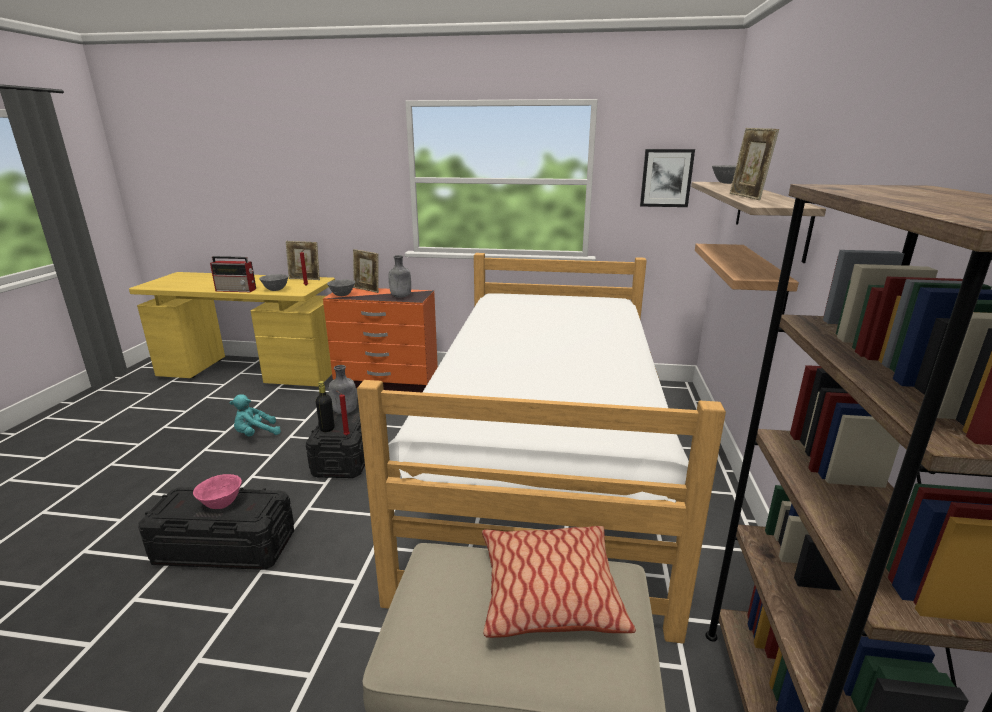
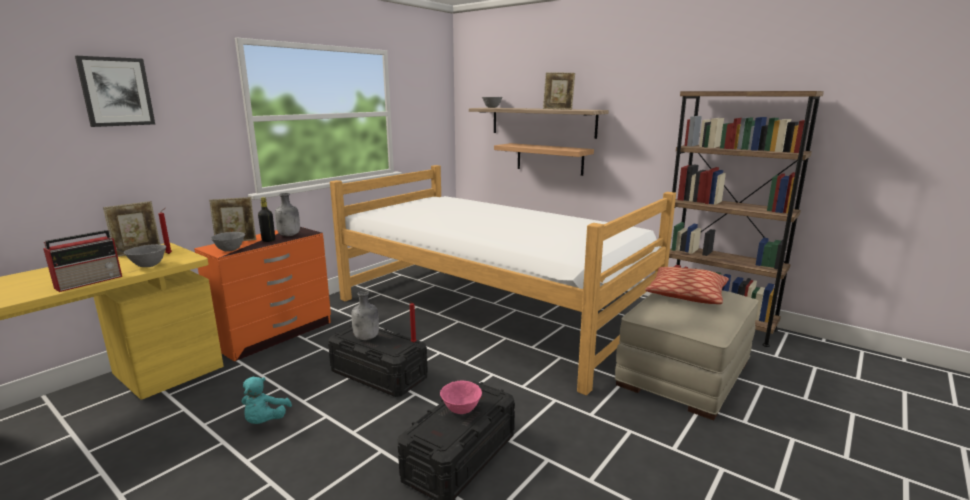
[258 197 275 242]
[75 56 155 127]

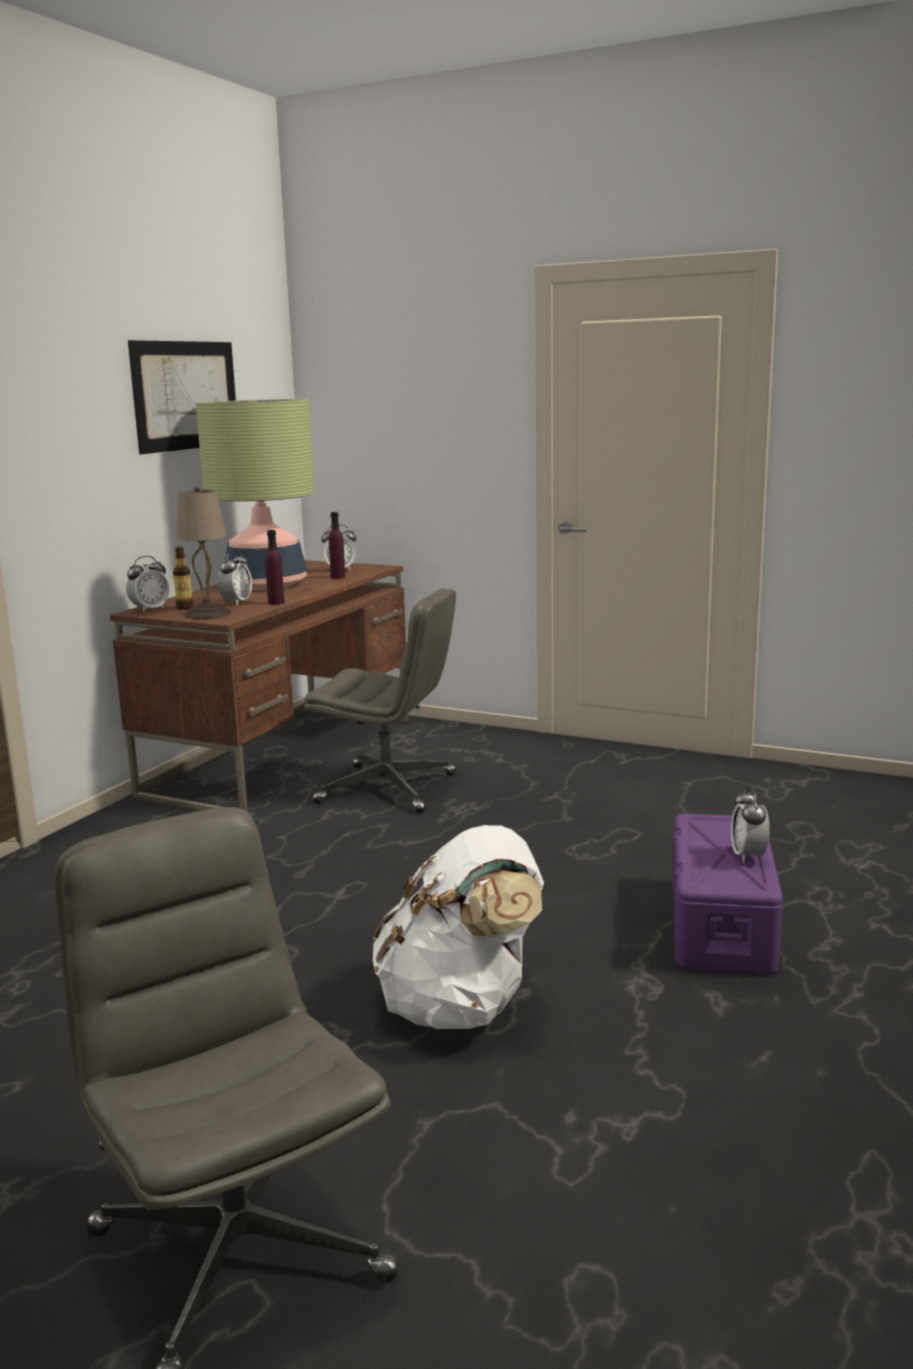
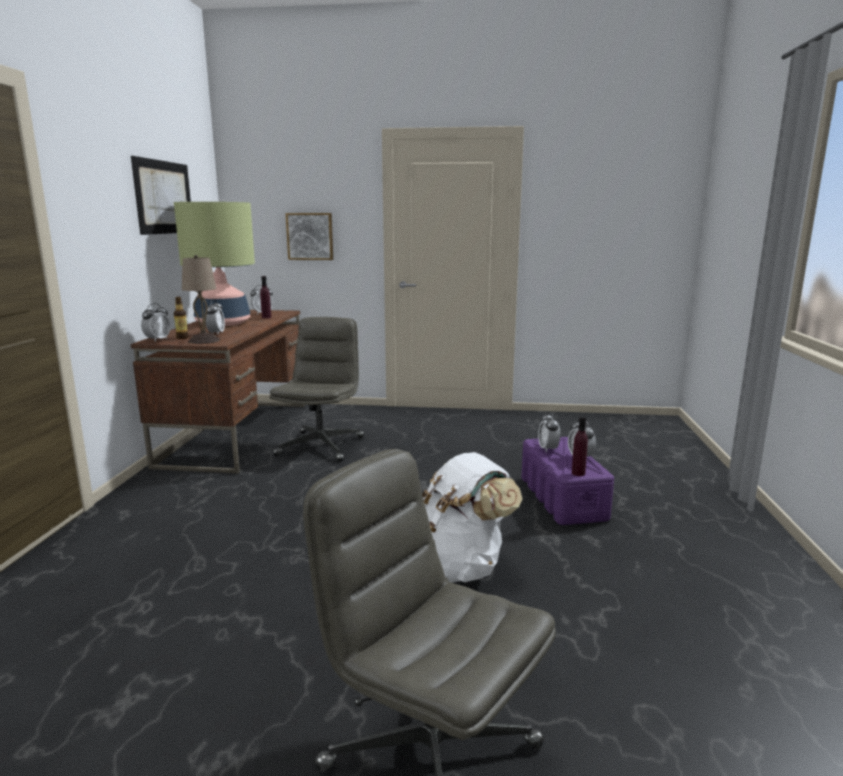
[286 213 333 260]
[538 411 560 452]
[572 416 588 476]
[269 317 364 462]

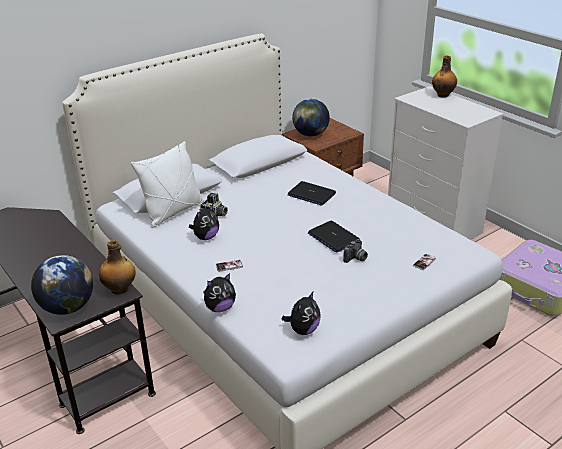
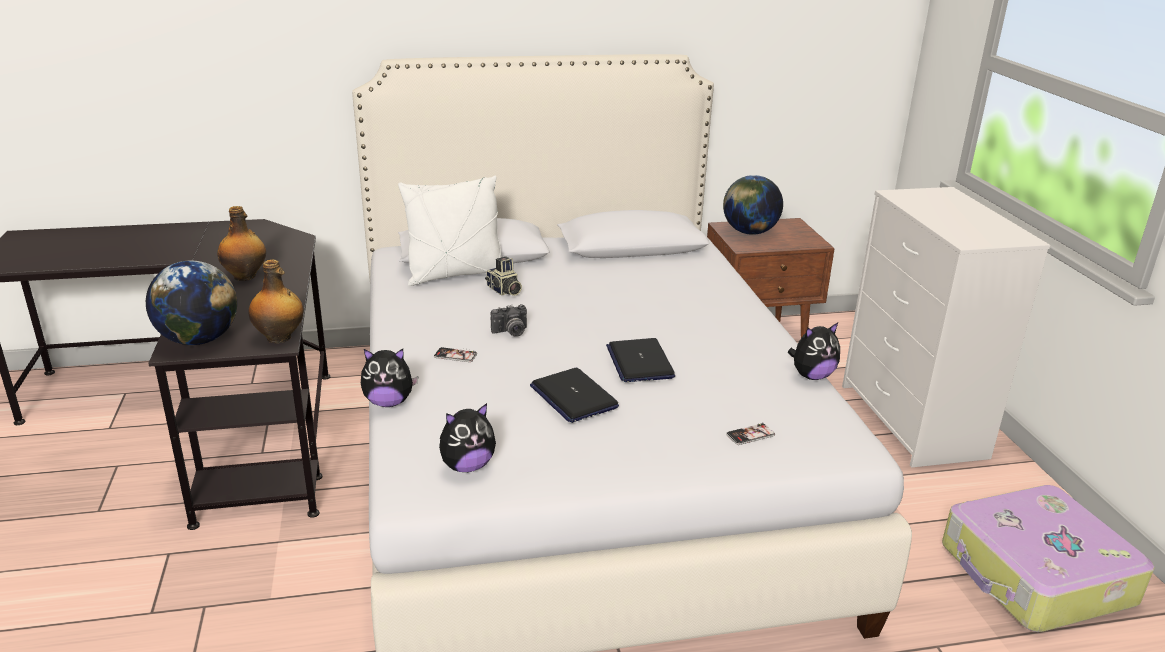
[788 323 840 380]
[530 368 619 423]
[491 304 527 337]
[217 206 266 281]

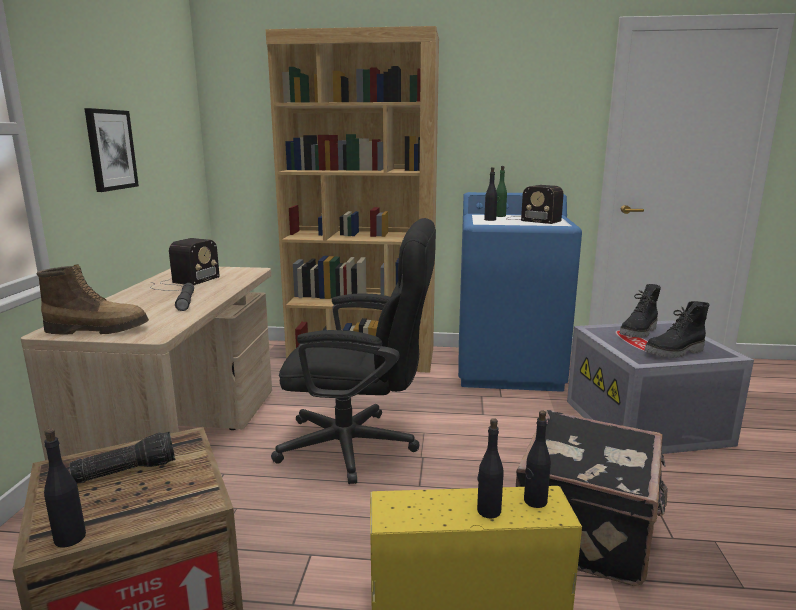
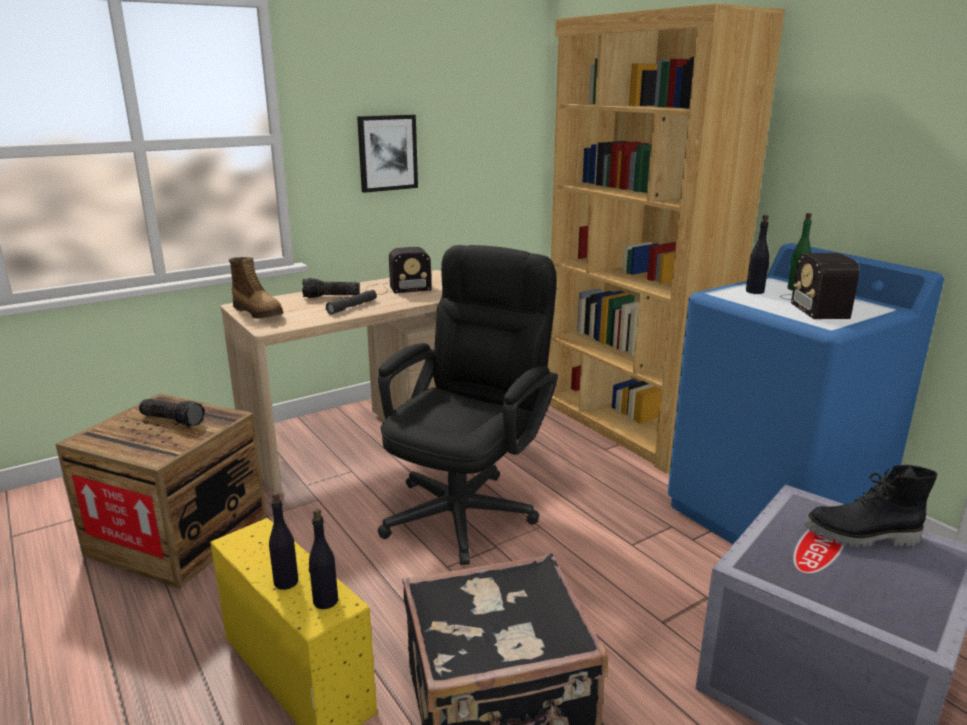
[44 428 86 548] (first image)
[644 301 710 358] (first image)
[302 278 360 298]
[378 245 558 565]

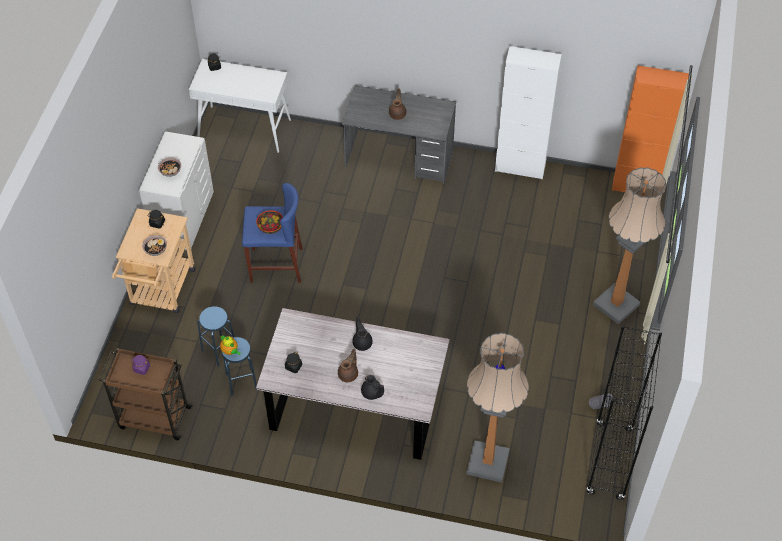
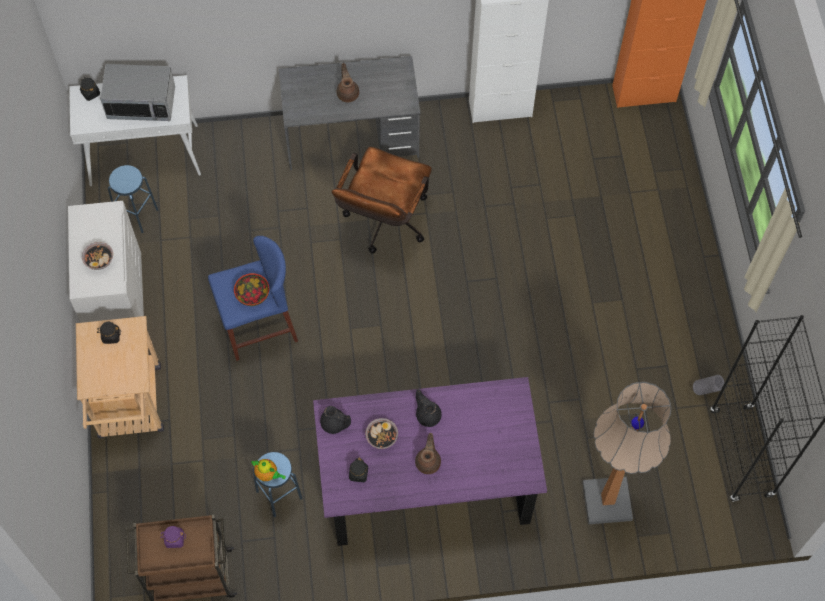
[593 167 666 324] (first image)
[100 64 175 121]
[332 147 432 253]
[365 418 398 449]
[108 165 158 233]
[320 406 351 434]
[313 377 547 546]

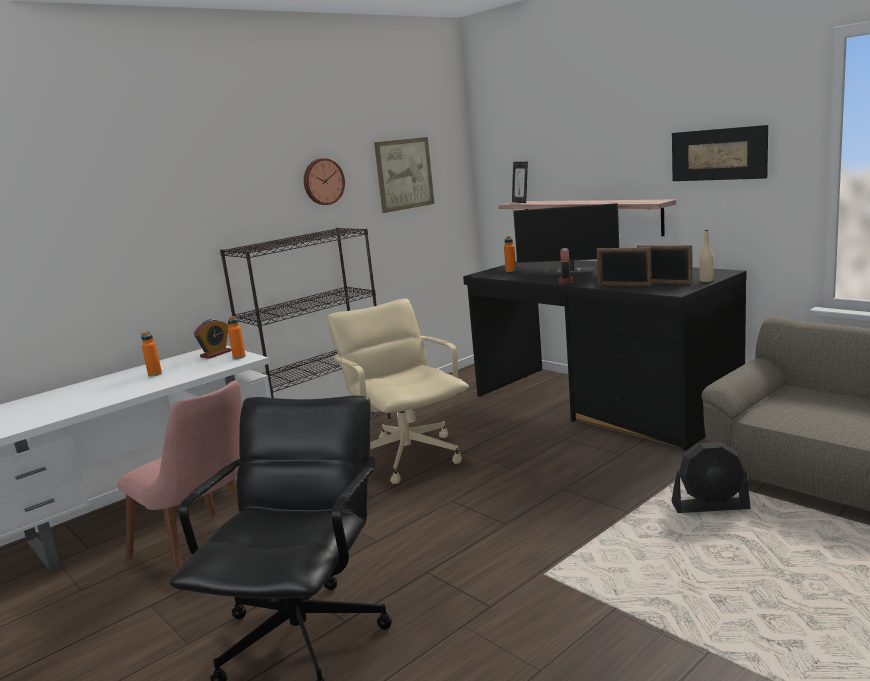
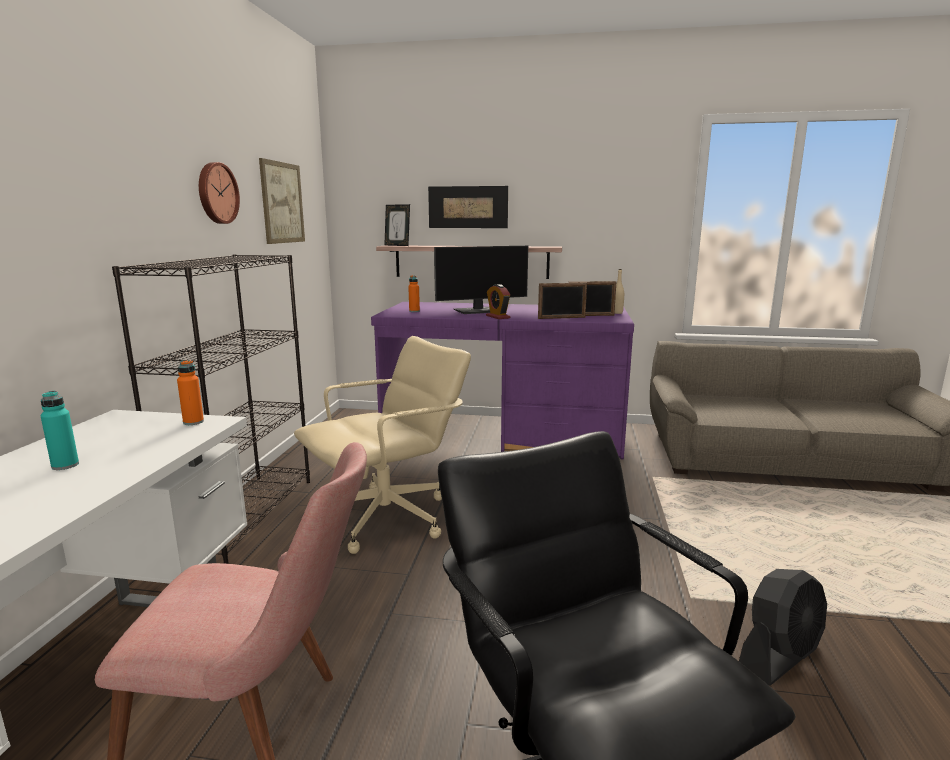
[194 319 232 359] (first image)
[739 569 827 686]
[428 186 508 228]
[41 391 79 470]
[371 302 634 460]
[294 336 471 554]

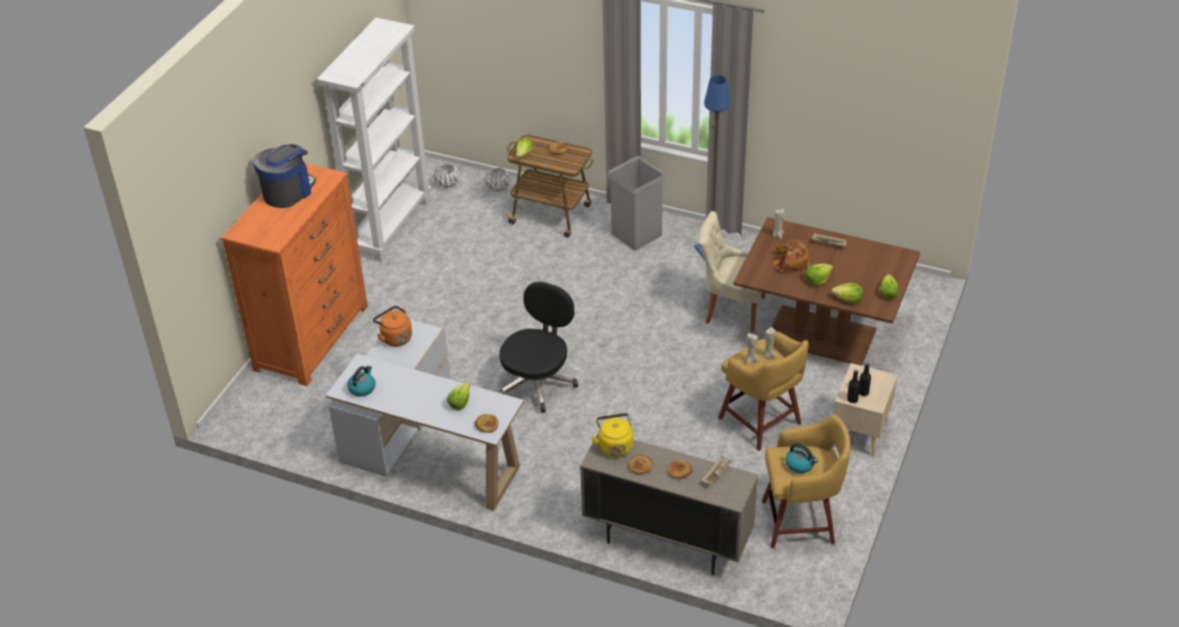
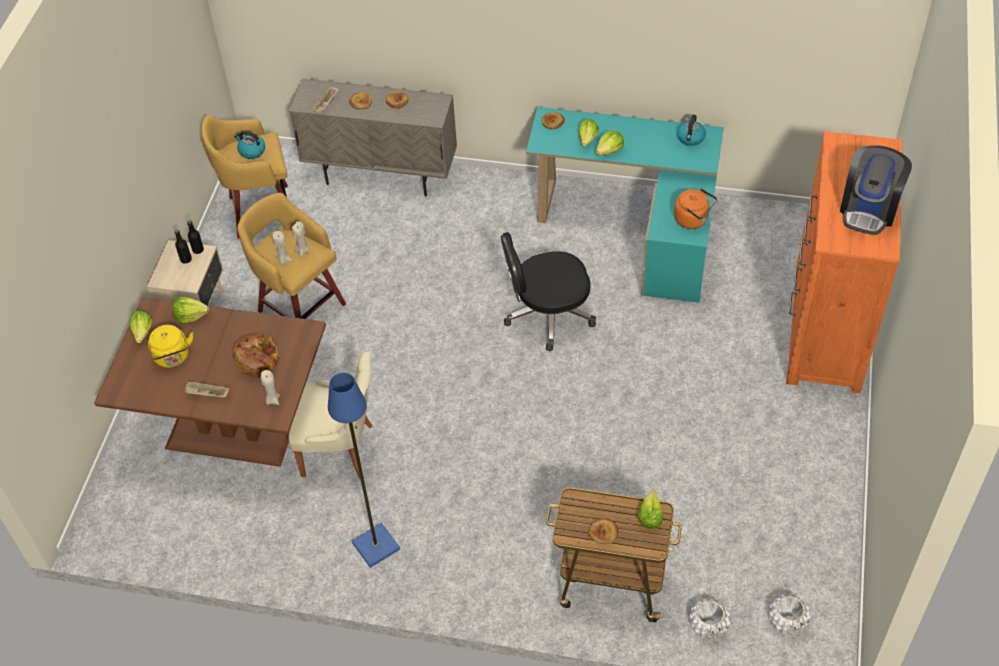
[317 18 431 262] (first image)
[607 156 666 251] (first image)
[148 325 193 368]
[596 131 624 155]
[526 107 724 303]
[501 232 596 351]

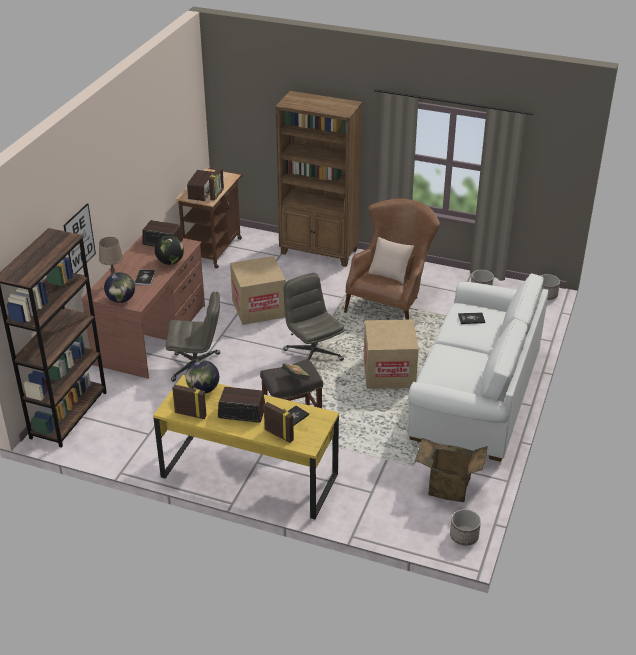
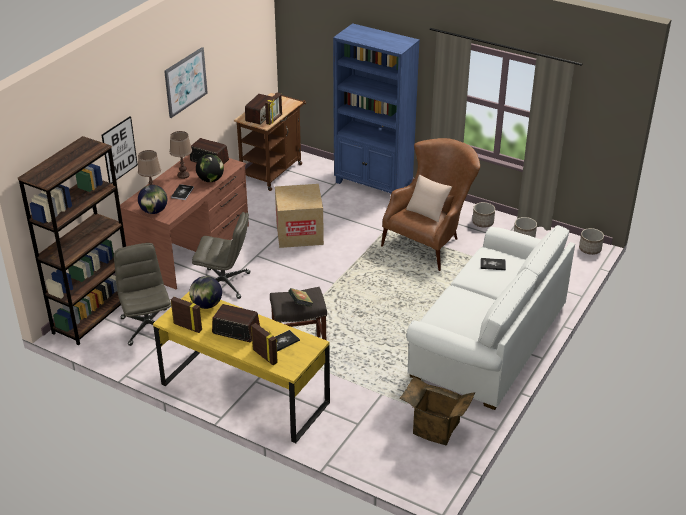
[364 319 419 389] (first image)
[164 47 208 118]
[170 131 192 179]
[114 243 171 346]
[472 202 495 228]
[333 23 420 194]

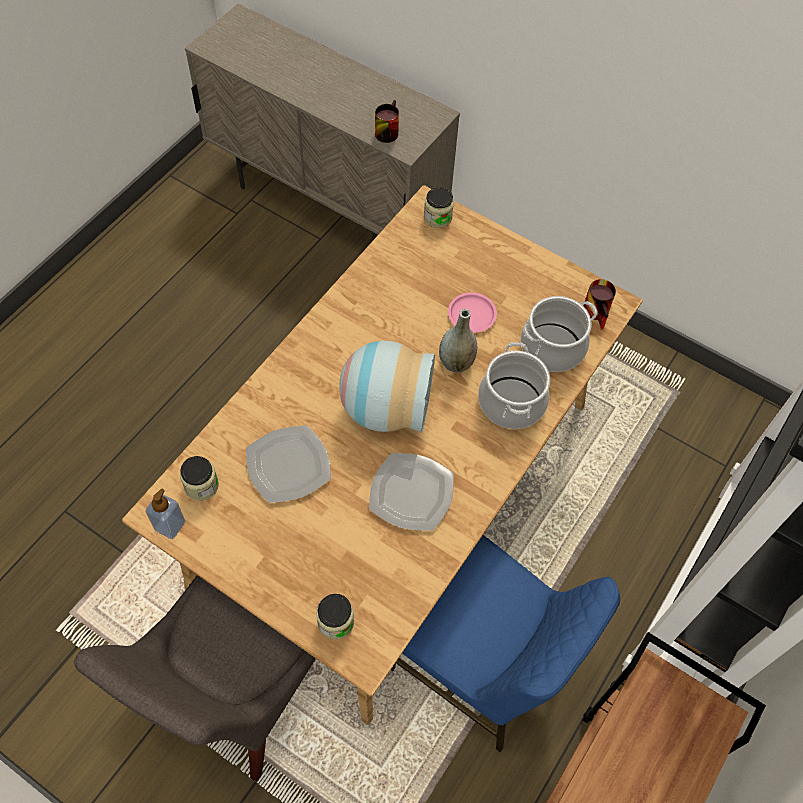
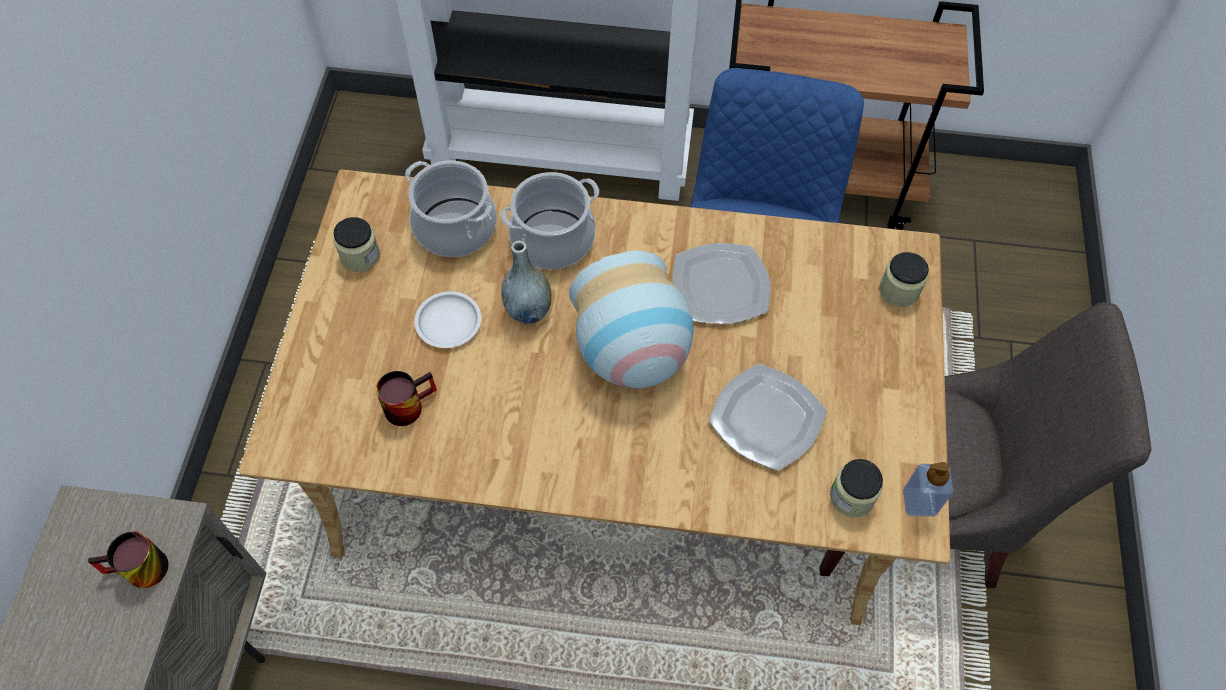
[333 217 380 272]
[376 371 437 426]
[414 291 481 348]

